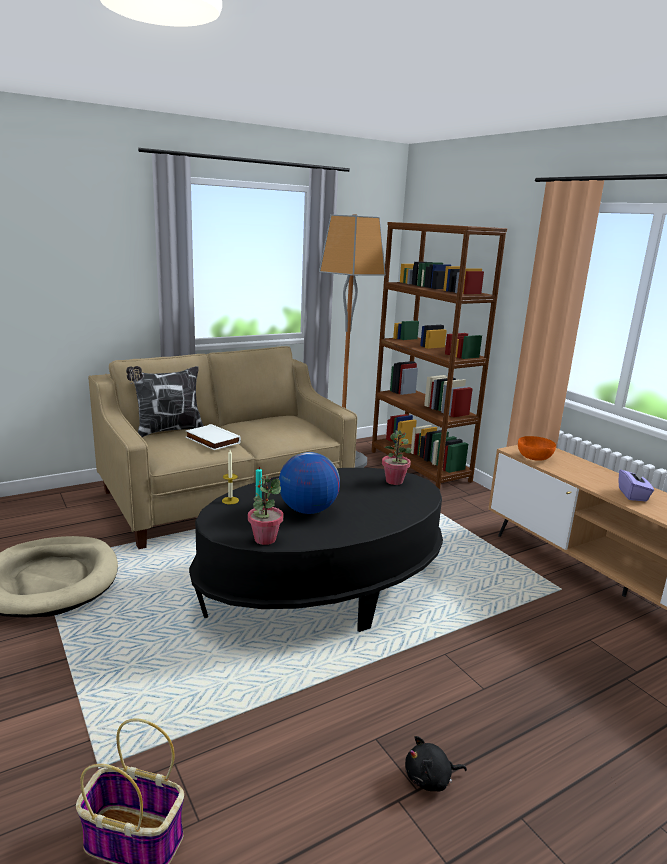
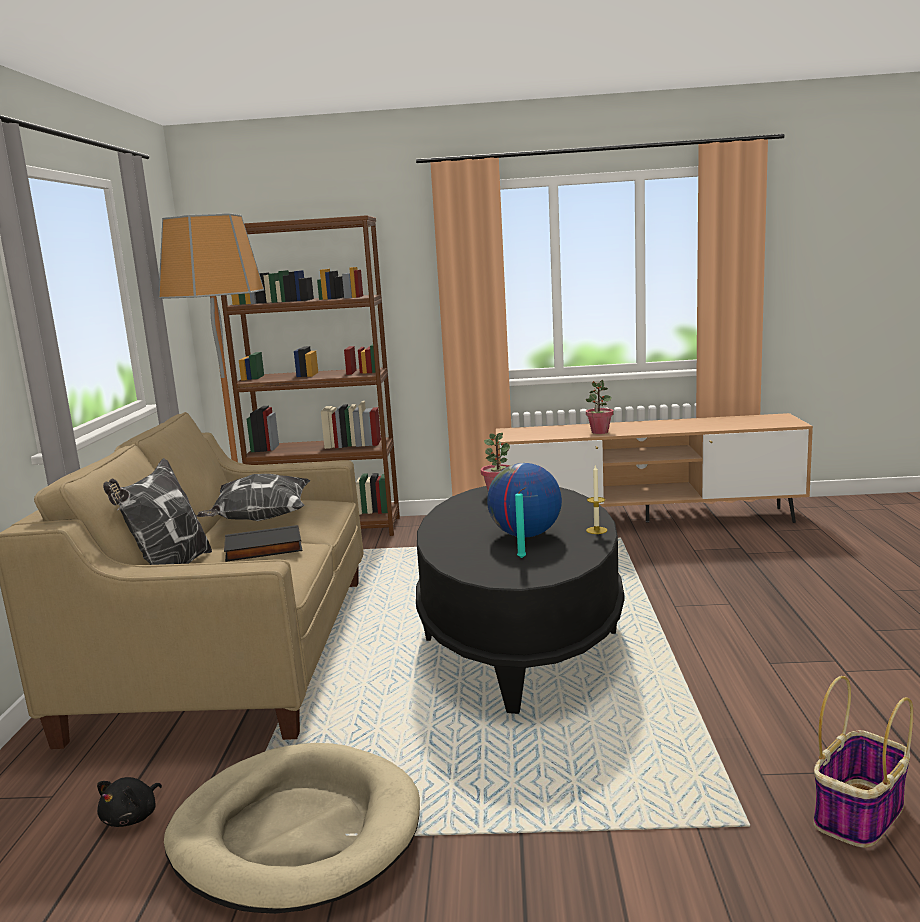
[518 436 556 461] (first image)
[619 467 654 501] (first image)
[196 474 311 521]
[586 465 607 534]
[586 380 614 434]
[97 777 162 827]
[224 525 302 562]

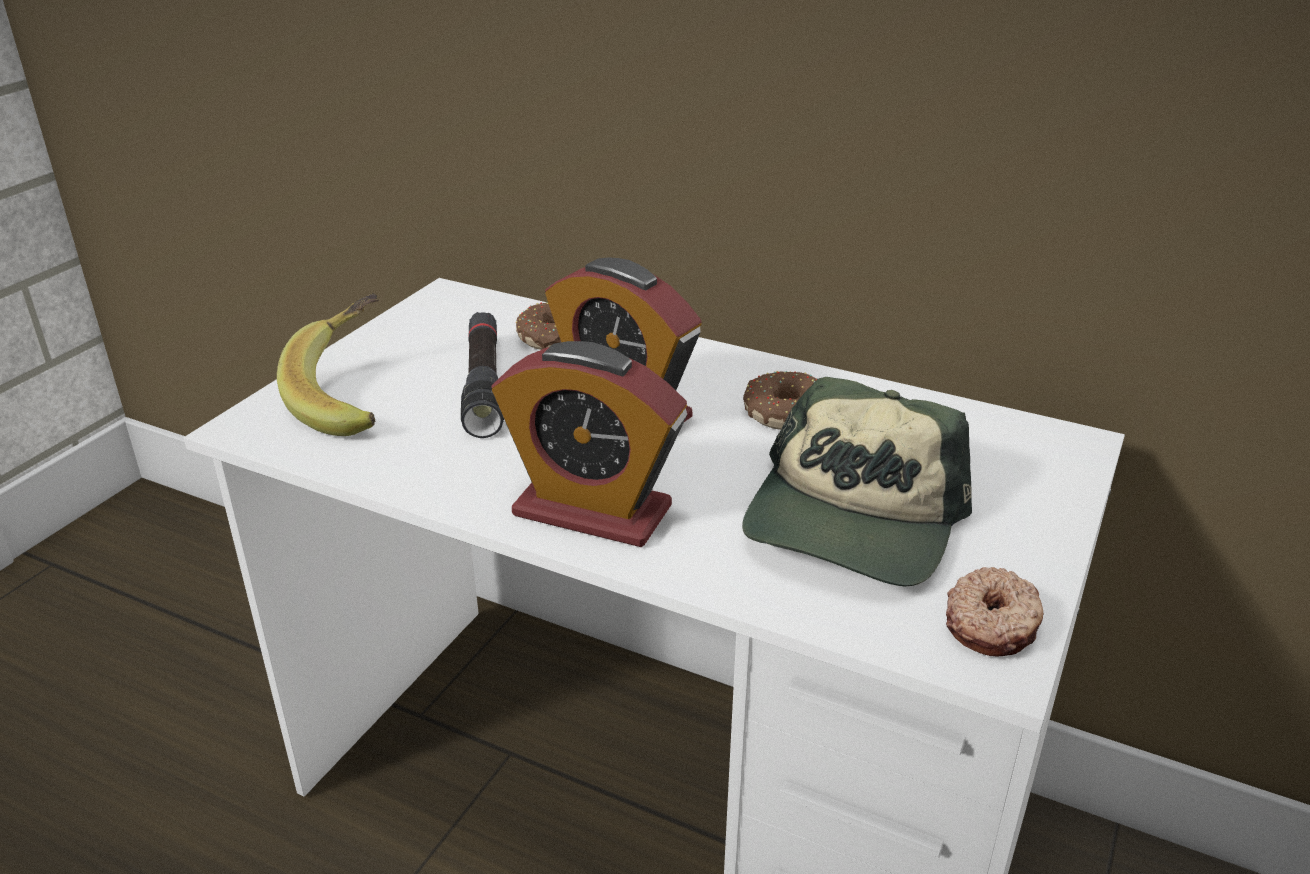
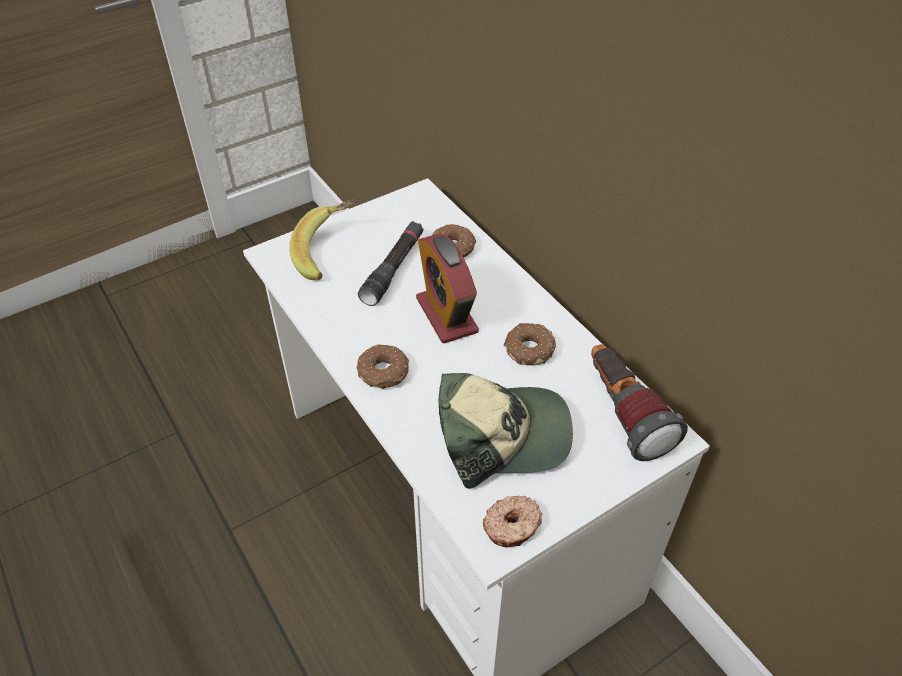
[591 344 688 461]
[356 344 409 389]
[438 373 573 489]

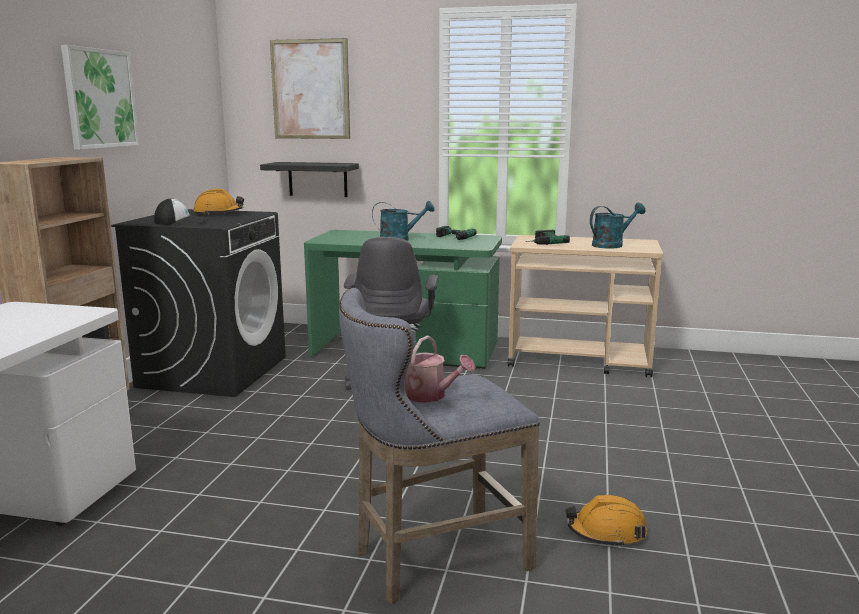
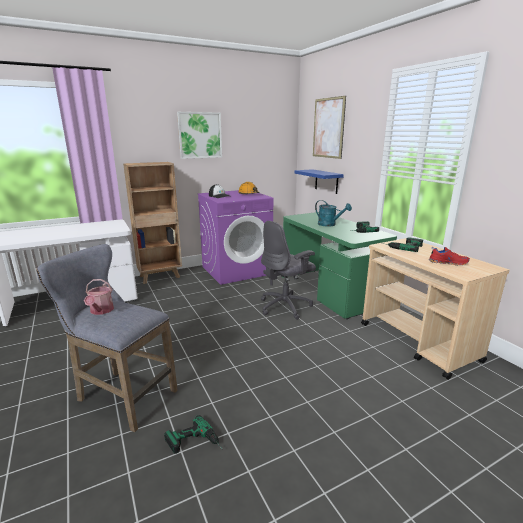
[164 415 223 453]
[429 247 470 266]
[198 190 273 285]
[294 169 344 194]

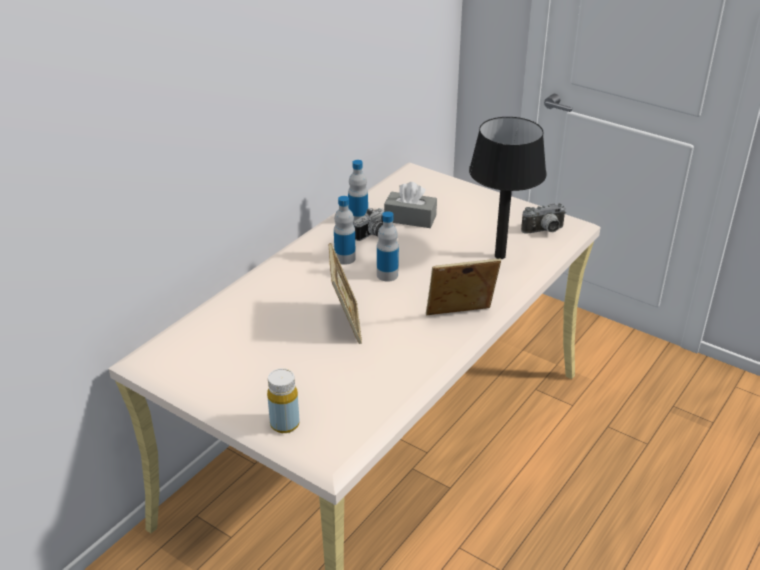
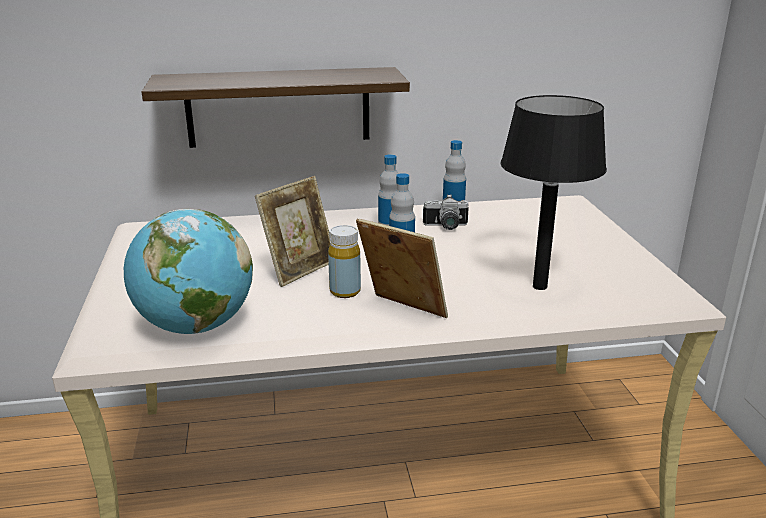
[384 182 437 228] (first image)
[521 203 565 234] (first image)
[124 209 253 334]
[142 67 410 148]
[328 225 361 298]

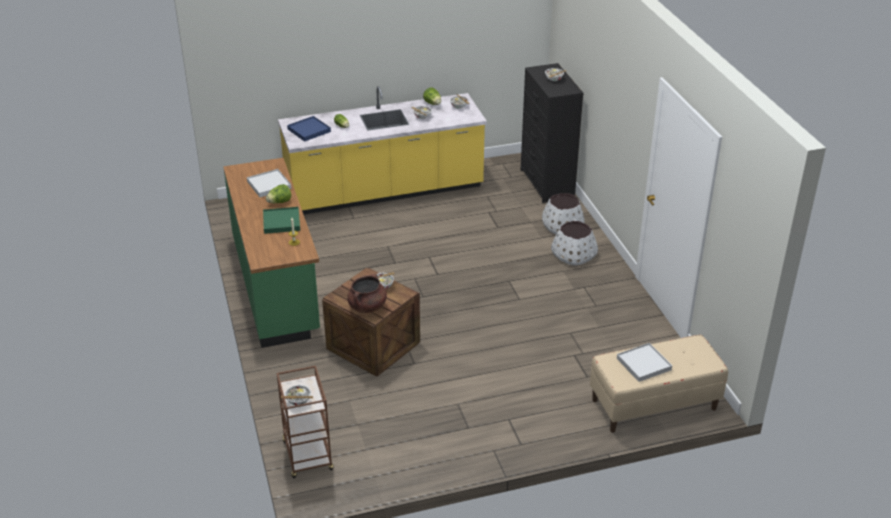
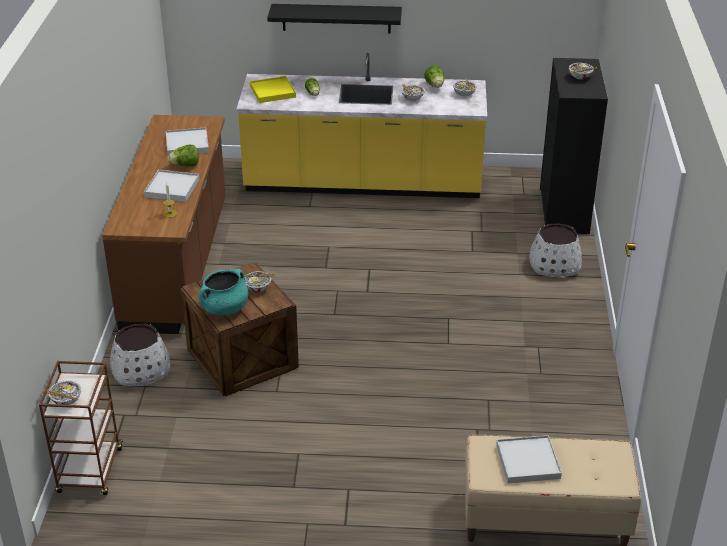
[267 4 402 34]
[110 324 170 386]
[102 115 226 334]
[144 170 199 202]
[250 76 296 103]
[199 269 249 316]

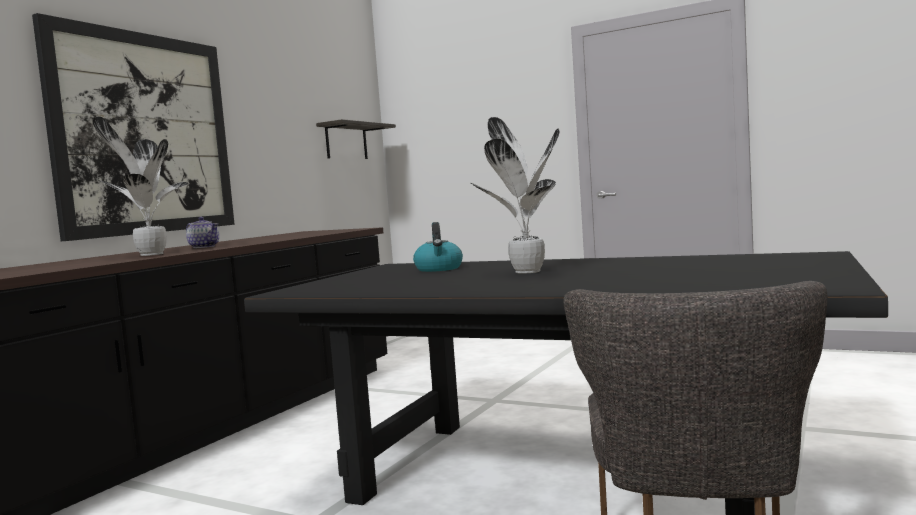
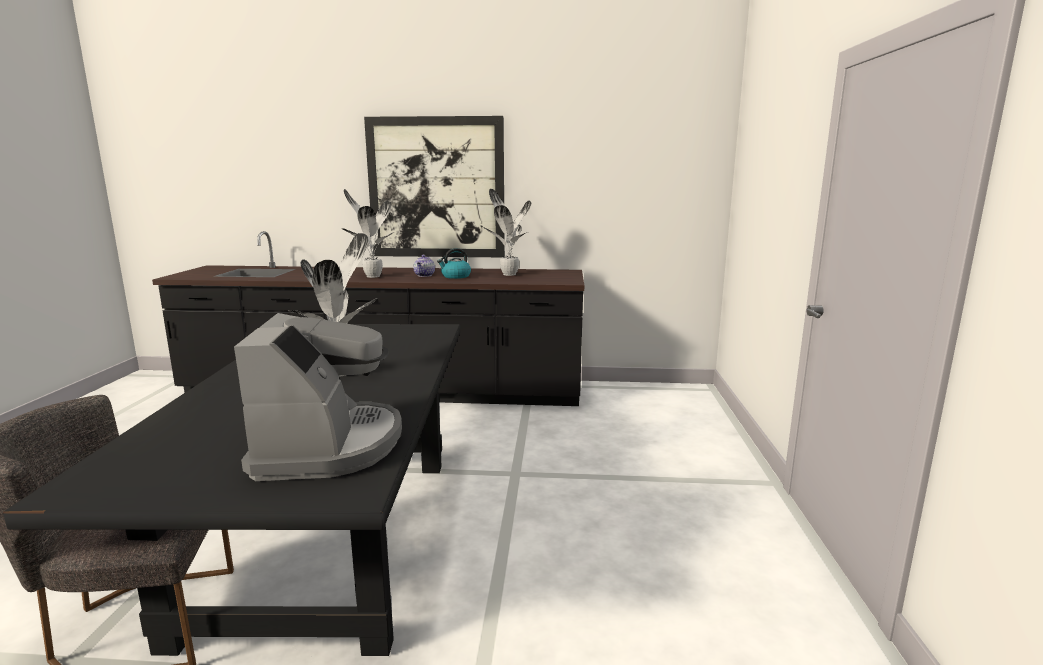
[316 119 396 159] (first image)
[234 313 402 481]
[482 189 531 276]
[437 248 471 279]

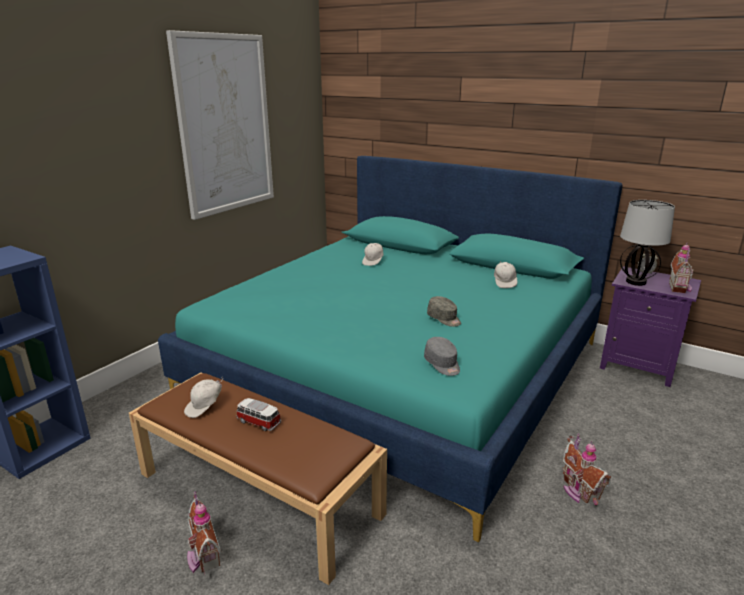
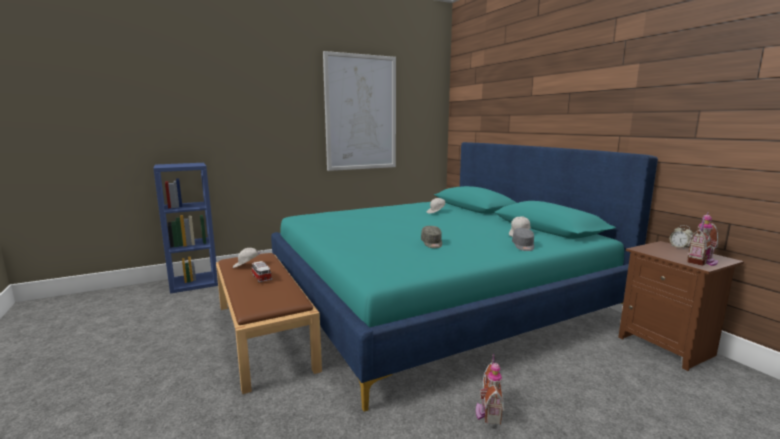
[187 491 221 574] (first image)
[620 200 675 286] (first image)
[512 228 534 251]
[618 241 744 371]

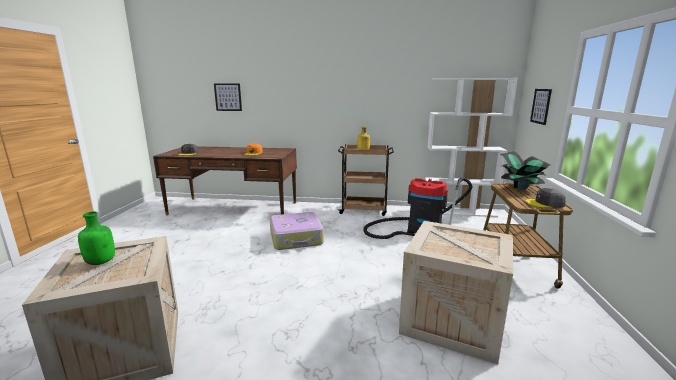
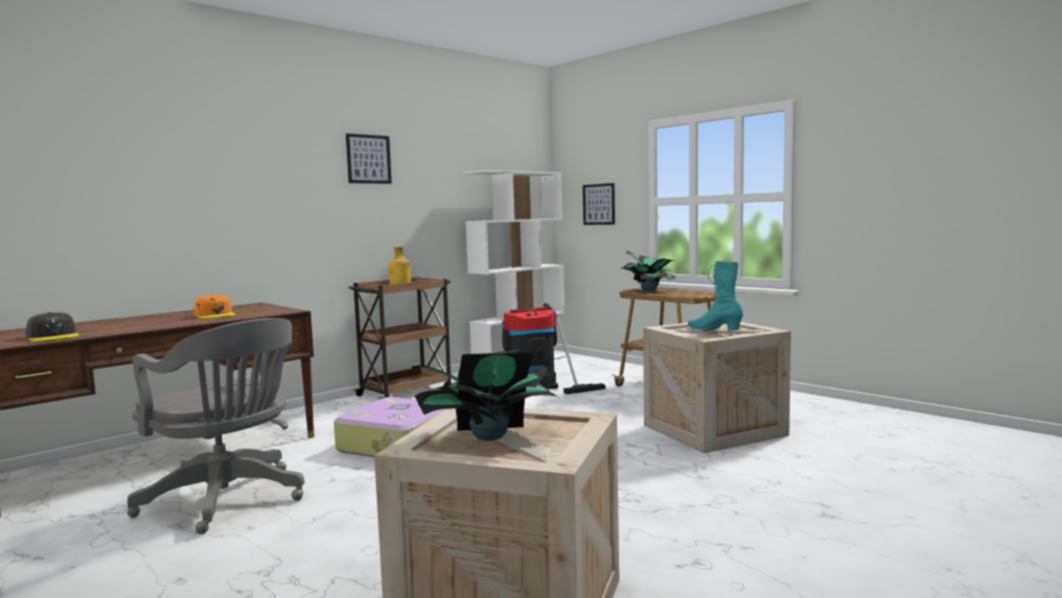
[526 188 566 208] (first image)
[127 318 305 534]
[688 261 743 331]
[346 133 392 184]
[412 350 559 441]

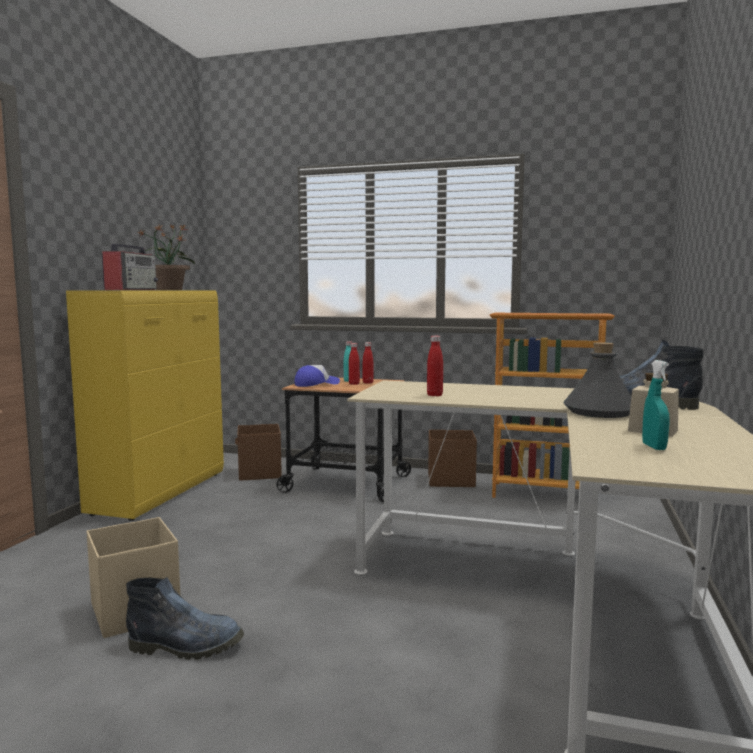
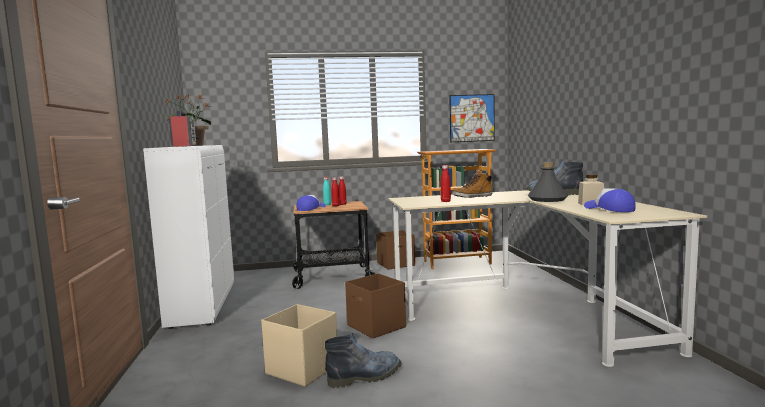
[449 94 495 142]
[452 170 492 198]
[345 273 406 338]
[584 188 636 212]
[143 145 234 329]

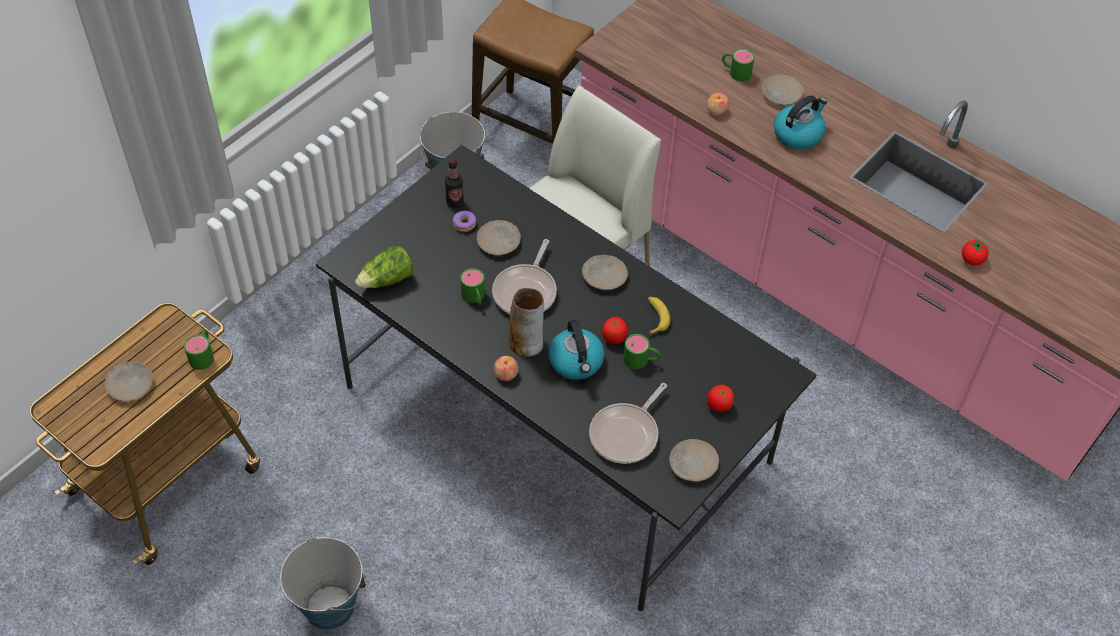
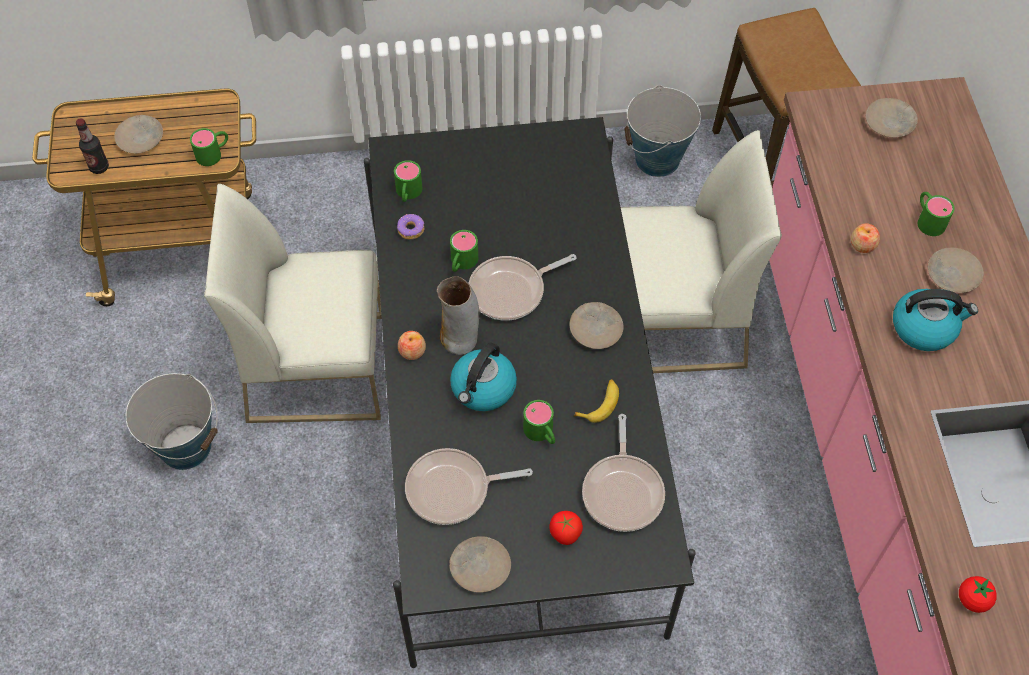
[602 317 628 344] (first image)
[204 184 382 423]
[582 414 665 532]
[76 118 109 174]
[397 214 424 239]
[866 98 918 138]
[394 160 422 202]

